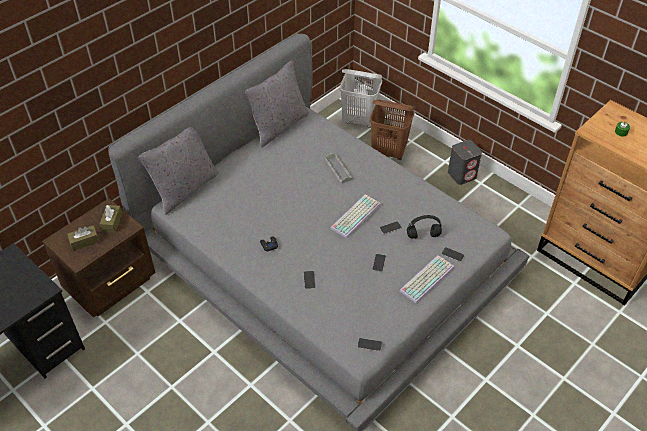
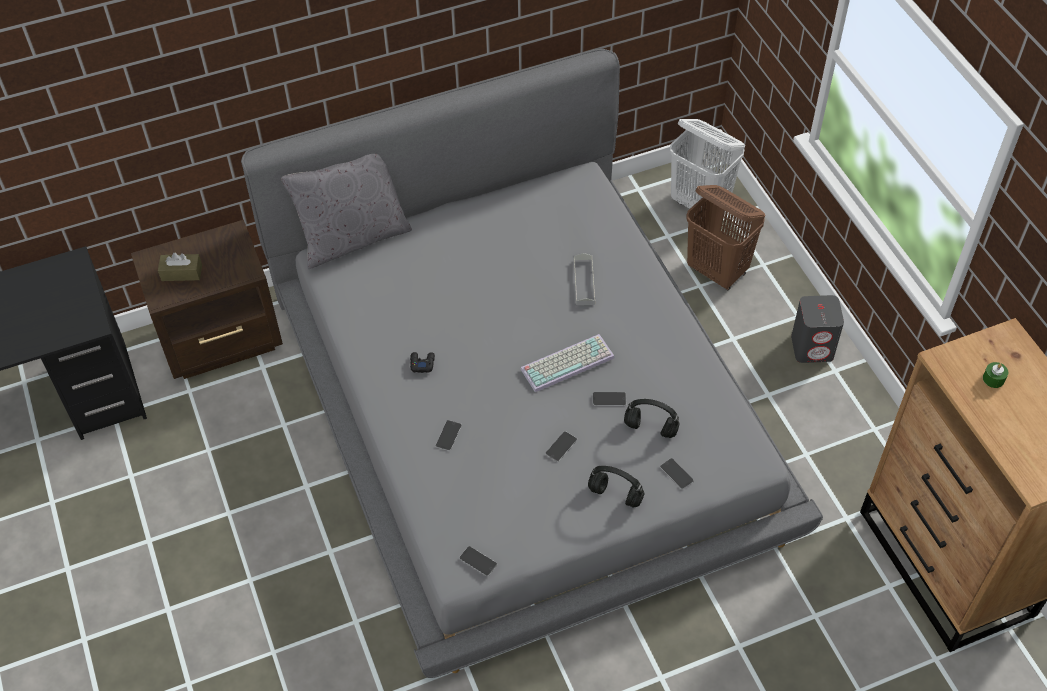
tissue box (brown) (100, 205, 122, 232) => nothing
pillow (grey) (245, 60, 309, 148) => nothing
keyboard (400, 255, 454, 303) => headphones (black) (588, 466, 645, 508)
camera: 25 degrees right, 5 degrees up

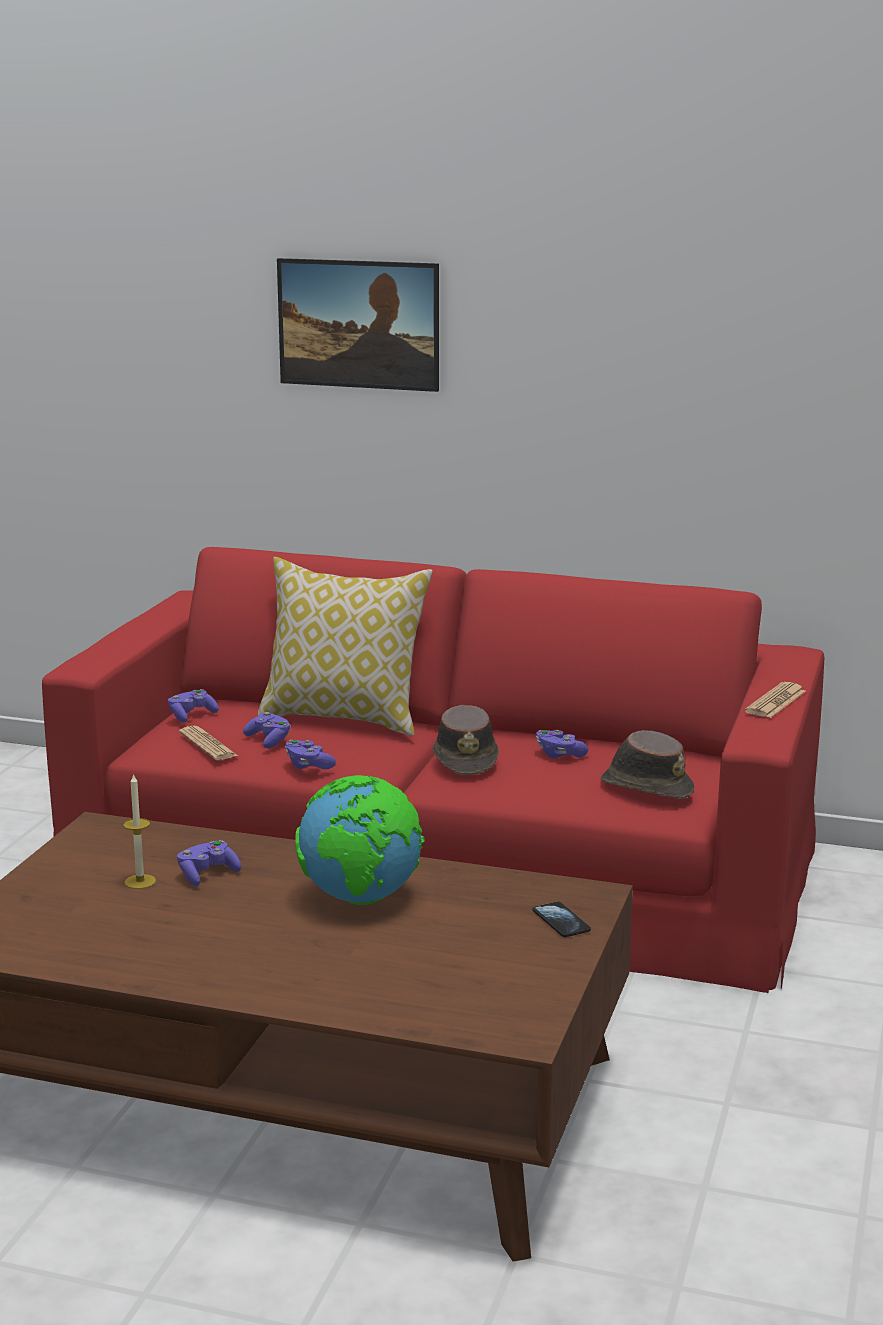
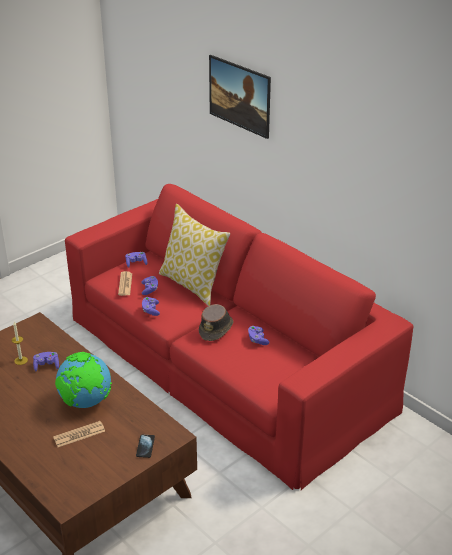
hat (brown) (600, 730, 694, 799) => nothing
newspaper (745, 682, 806, 718) => newspaper (53, 421, 105, 447), relocated
camera: 30 degrees right, 15 degrees up

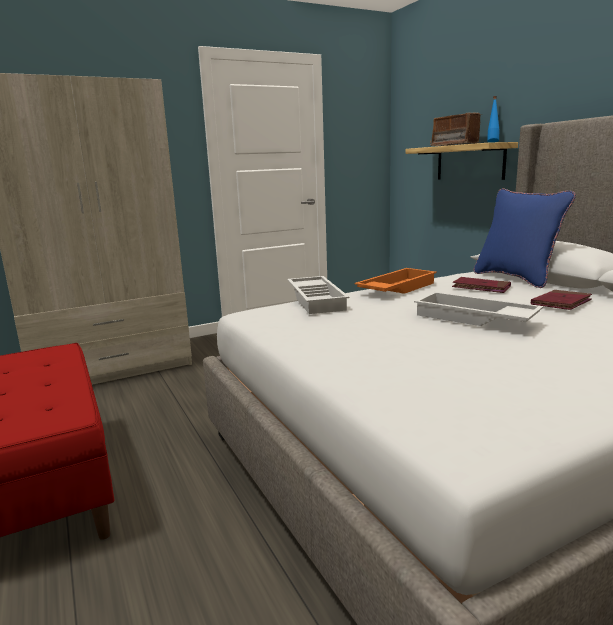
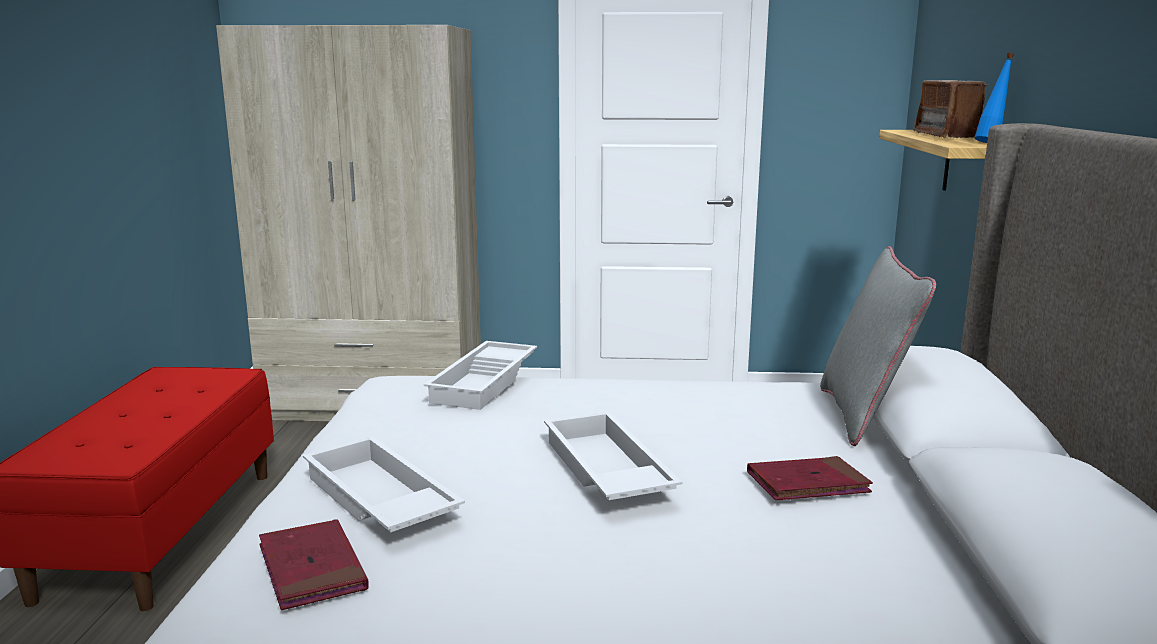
tray (orange) (354, 268, 437, 294) => nothing
nothing => tray (white) (303, 436, 465, 532)
book (red) (452, 277, 511, 293) => book (red) (259, 520, 369, 610), relocated
pillow (blue) (474, 188, 576, 288) => pillow (grey) (820, 246, 936, 446)
camera: 30 degrees right, 0 degrees up

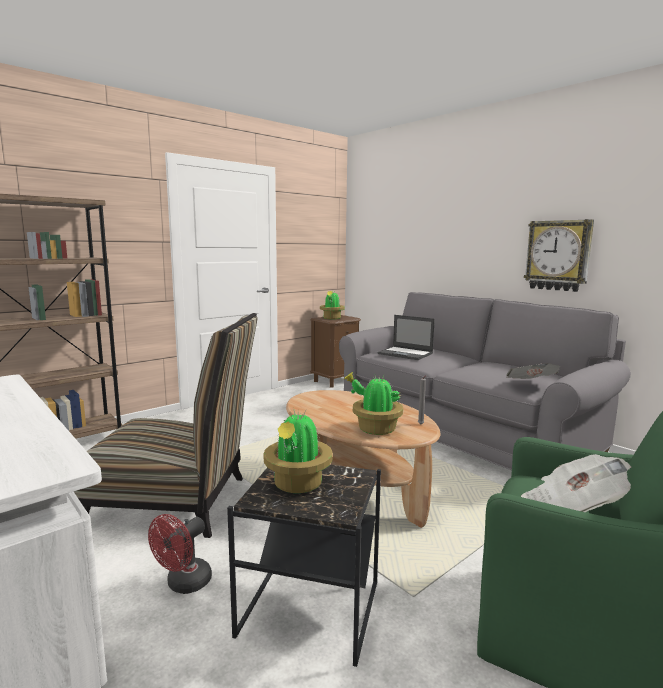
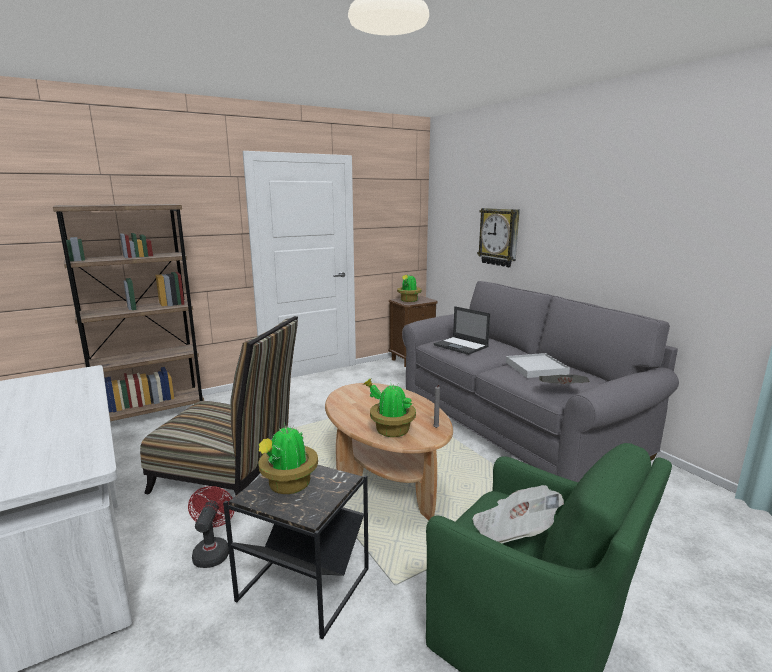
nothing => tray (white) (506, 353, 570, 378)
wall clock (524, 219, 594, 292) => wall clock (477, 208, 520, 267), relocated
fan (red) (148, 514, 212, 594) => fan (red) (188, 486, 234, 568), 135 degrees clockwise
camera: 10 degrees right, 5 degrees up

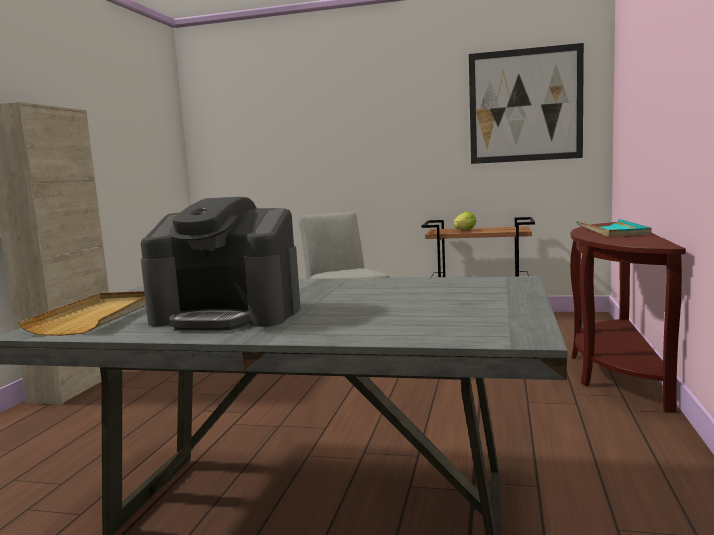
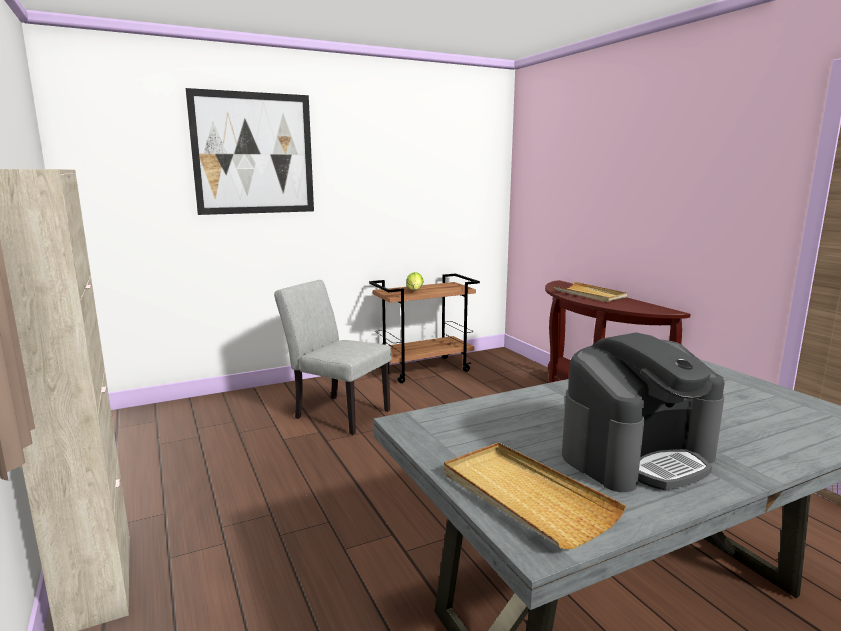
picture (469, 43, 584, 164) => picture (186, 88, 314, 215), relocated
tray (turquoise) (576, 219, 651, 237) => tray (beige) (553, 282, 627, 302)
camera: 40 degrees left, 5 degrees up

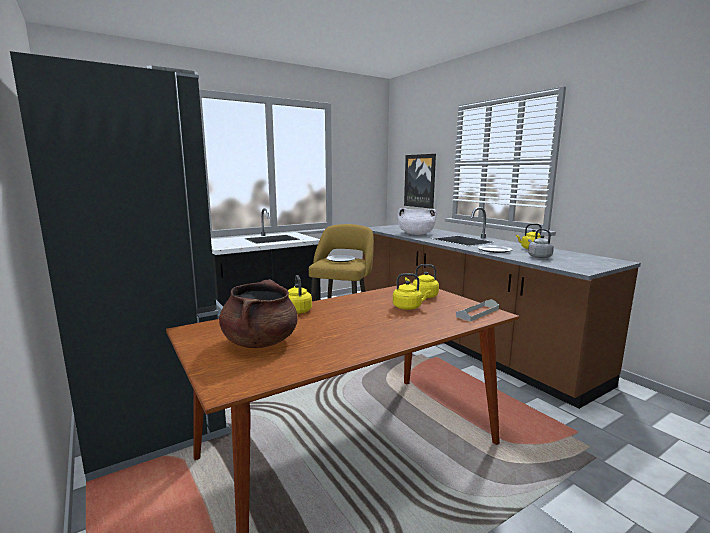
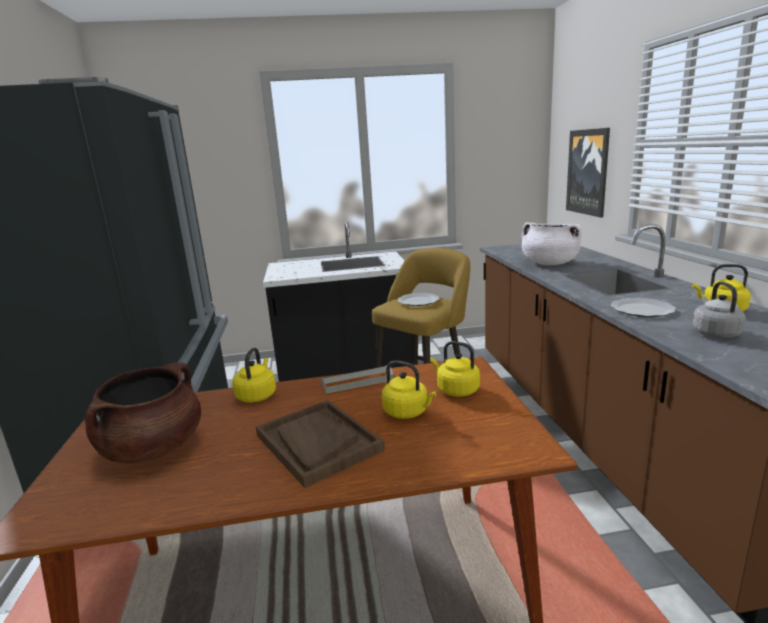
nothing => tray (brown) (256, 400, 385, 488)
tray (grey) (456, 299, 499, 322) => tray (grey) (321, 365, 394, 394), relocated
camera: 25 degrees right, 5 degrees up

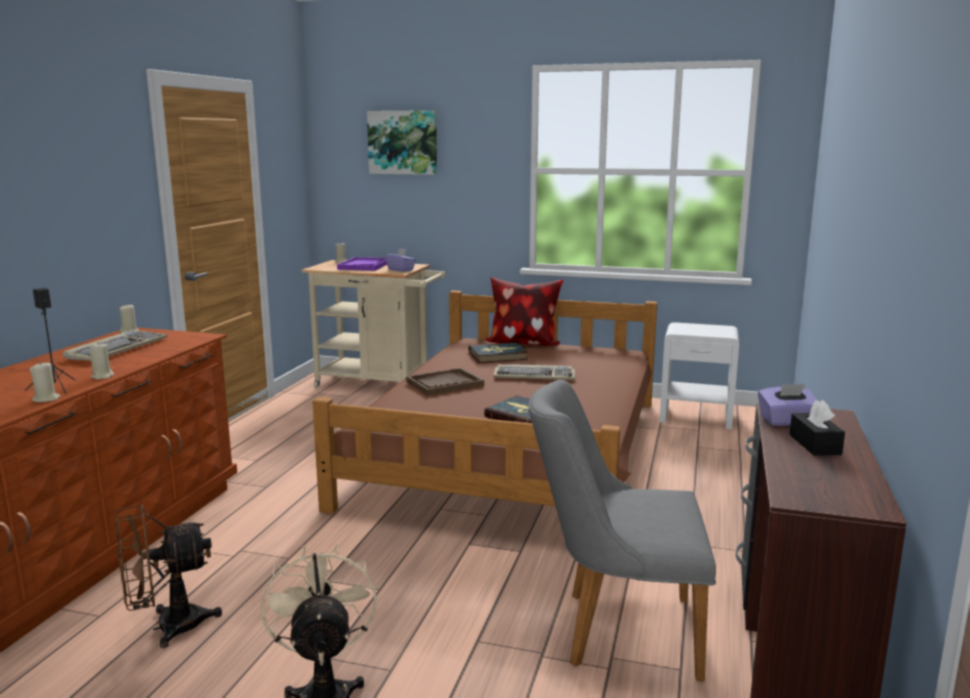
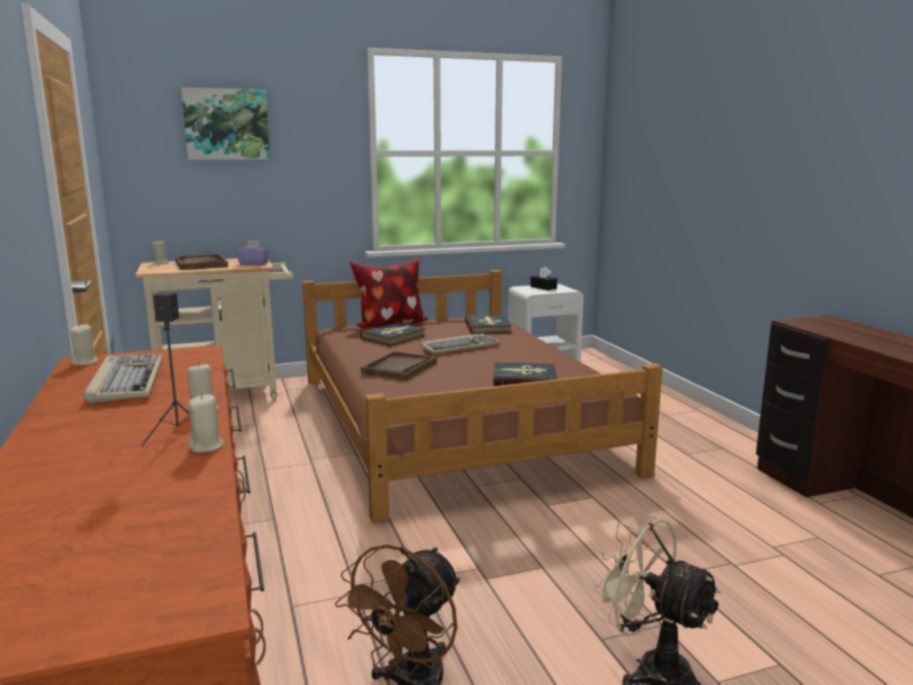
chair (grey) (529, 380, 716, 682) => nothing
tissue box (purple) (758, 384, 818, 426) => nothing
nothing => book (465, 315, 512, 334)
tissue box (black) (790, 400, 845, 455) => tissue box (black) (531, 267, 557, 290), relocated
tray (purple) (337, 257, 387, 271) => tray (brown) (175, 254, 228, 270)
camera: 35 degrees left, 0 degrees up

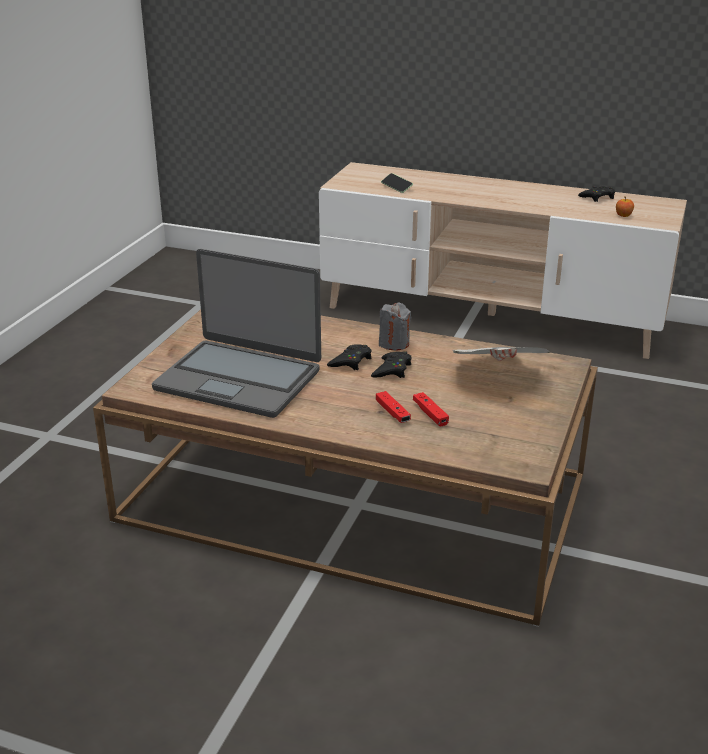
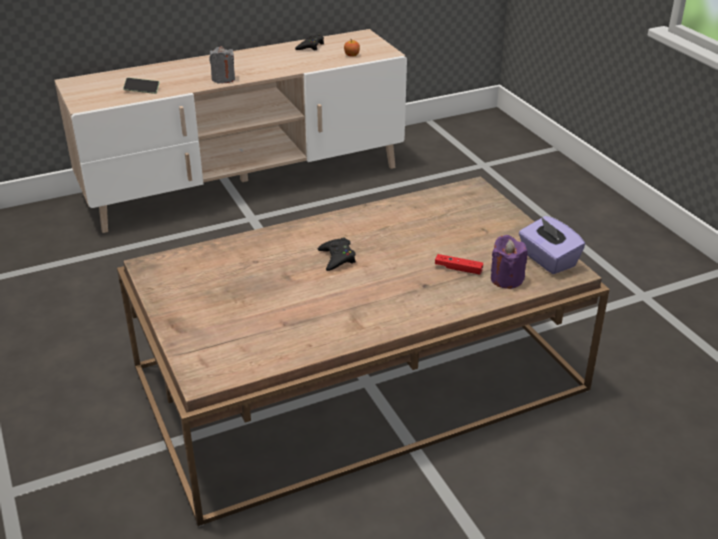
laptop (152, 249, 321, 418) => nothing
game controller (black) (371, 351, 412, 378) => nothing
game controller (red) (376, 391, 411, 423) => nothing
newspaper (453, 347, 551, 361) => nothing
nothing => candle (purple) (491, 235, 528, 289)
nothing => tissue box (purple) (519, 216, 585, 274)
candle (grey) (379, 303, 411, 350) => candle (grey) (209, 46, 235, 83), relocated
camera: 45 degrees left, 5 degrees up

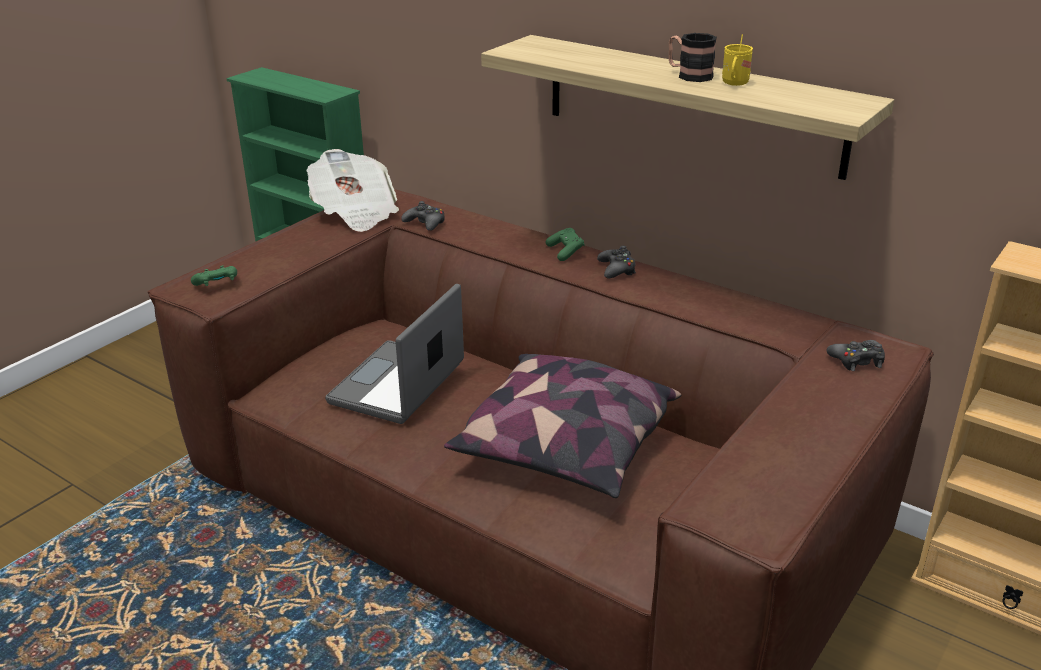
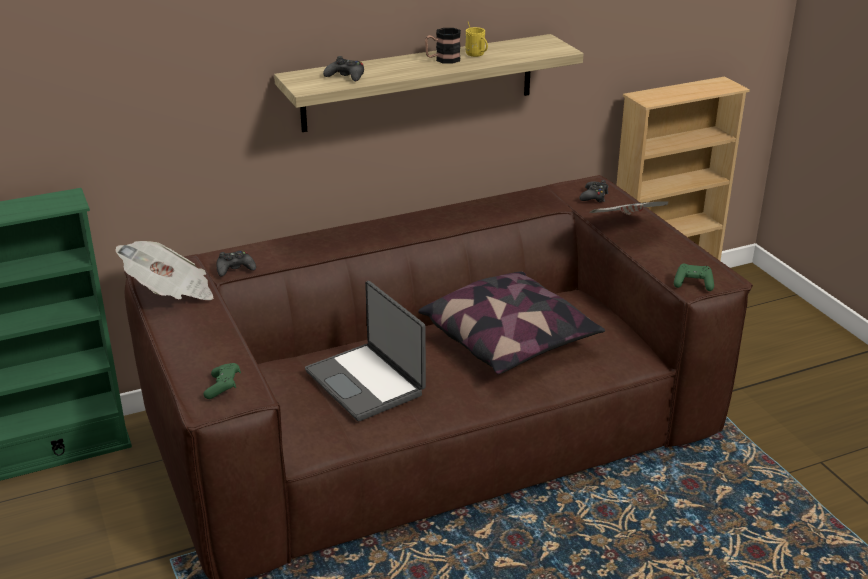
nothing => newspaper (590, 201, 668, 215)
game controller (green) (546, 228, 585, 261) => game controller (green) (674, 264, 714, 291), relocated
game controller (black) (597, 246, 636, 278) => game controller (black) (323, 56, 364, 81), relocated
camera: 60 degrees left, 0 degrees up

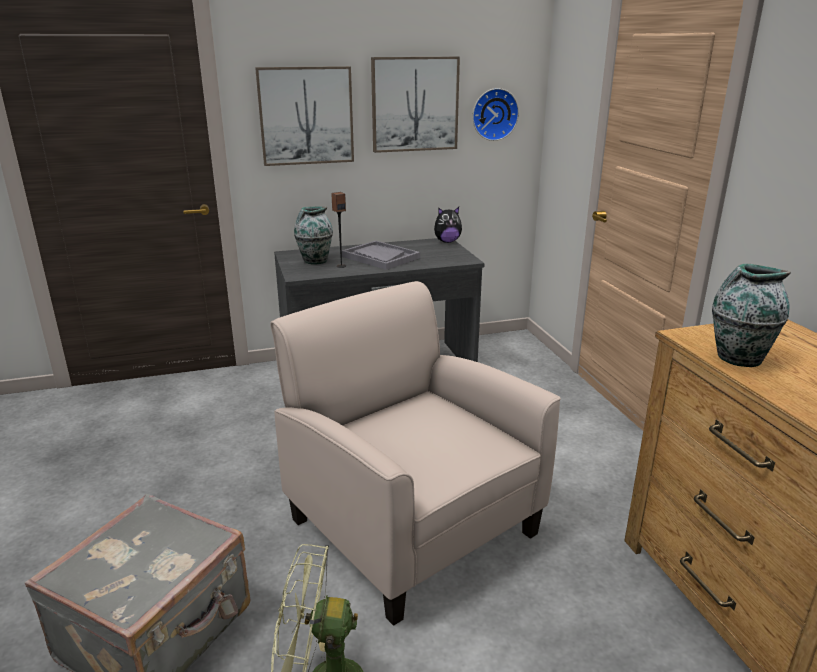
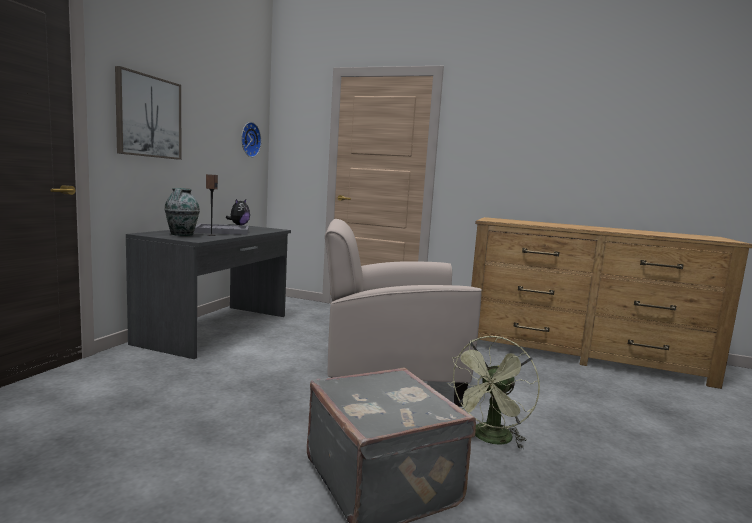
picture (371, 57, 460, 153) => nothing
vase (712, 264, 791, 367) => nothing
camera: 55 degrees left, 15 degrees down

